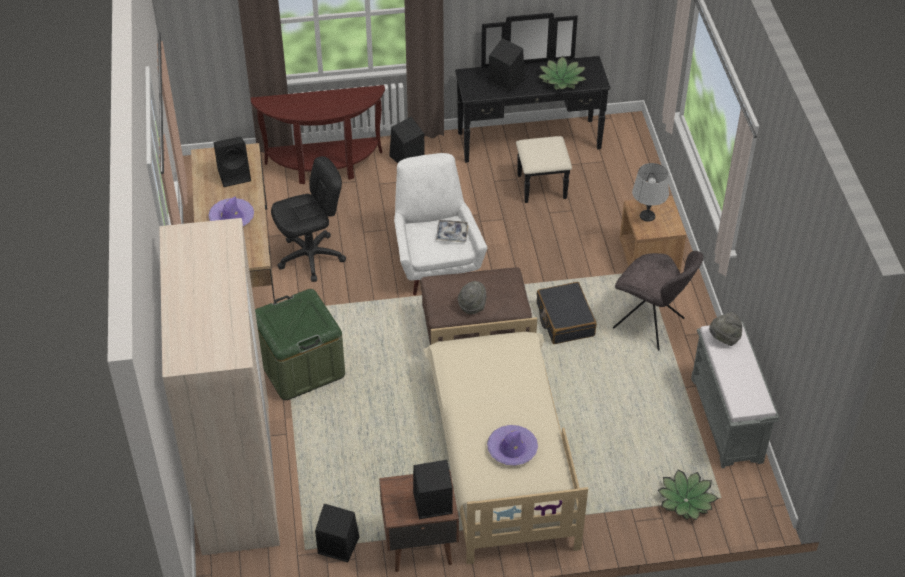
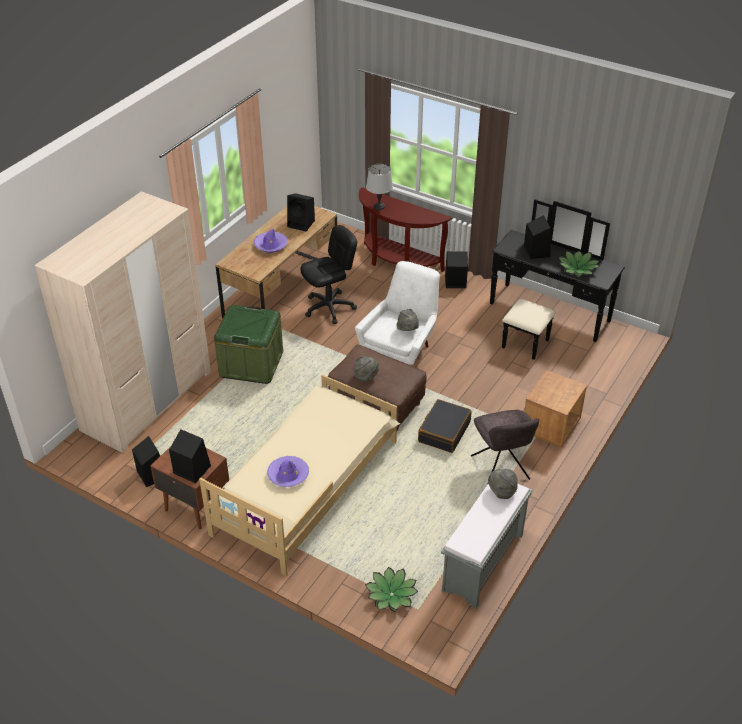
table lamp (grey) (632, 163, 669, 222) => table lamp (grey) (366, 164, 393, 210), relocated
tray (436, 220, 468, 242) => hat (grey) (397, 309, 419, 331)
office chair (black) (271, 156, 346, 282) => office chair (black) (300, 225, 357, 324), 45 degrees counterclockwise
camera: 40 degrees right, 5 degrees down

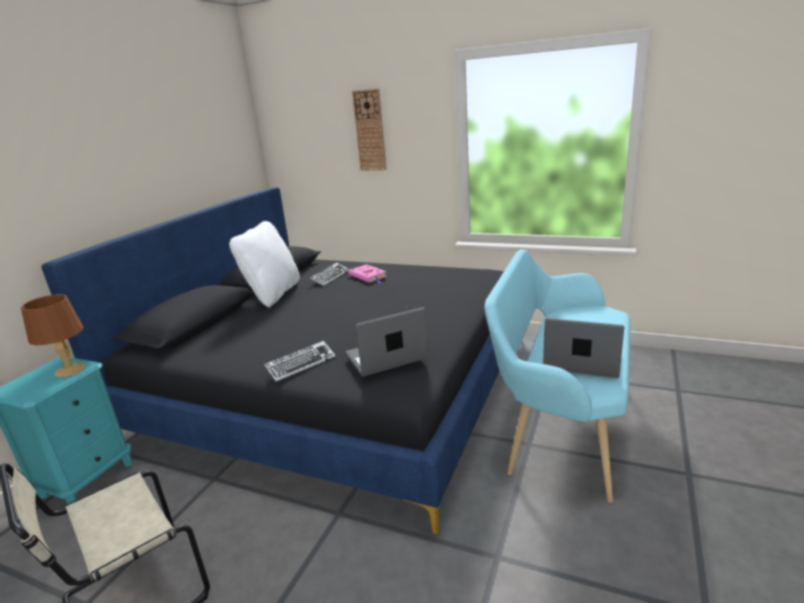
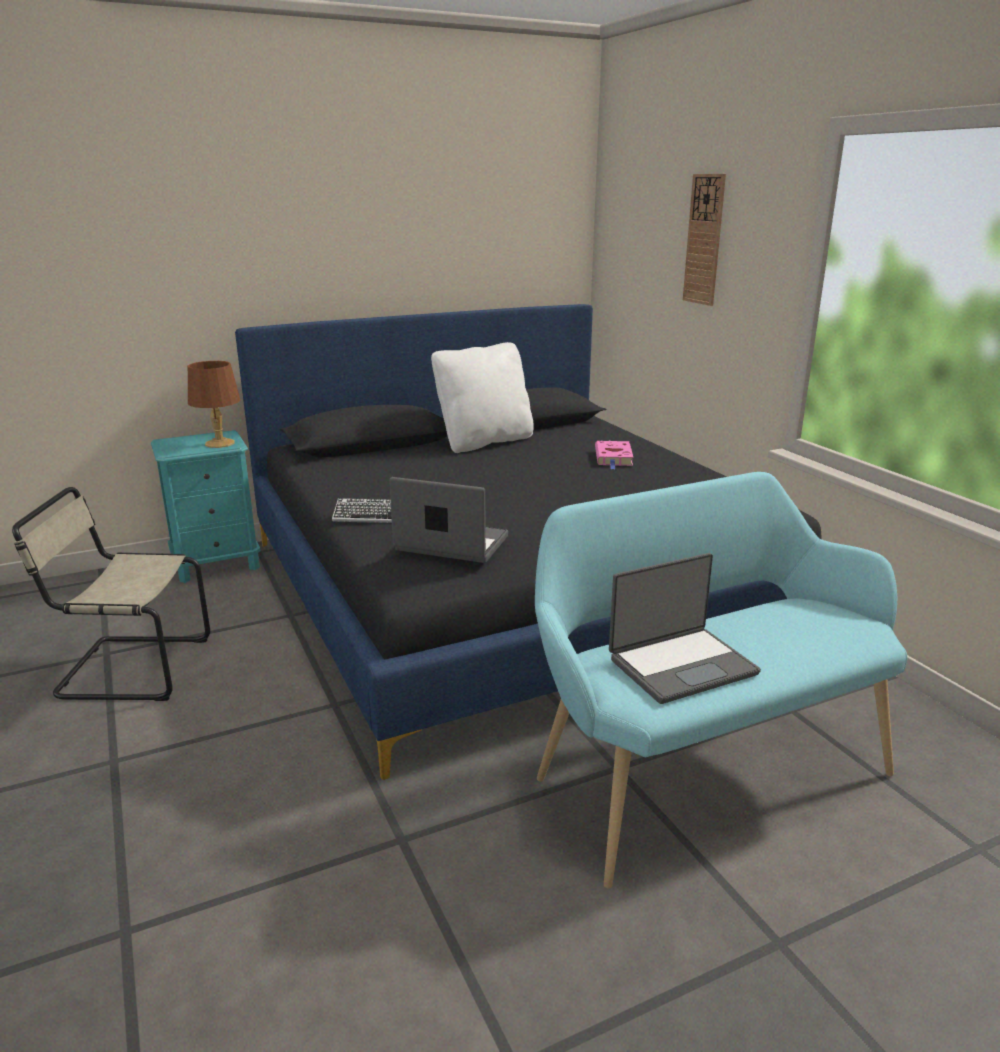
keyboard (310, 263, 349, 286) => nothing
laptop (543, 318, 624, 378) => laptop (609, 553, 761, 704), 90 degrees clockwise
camera: 40 degrees right, 0 degrees up

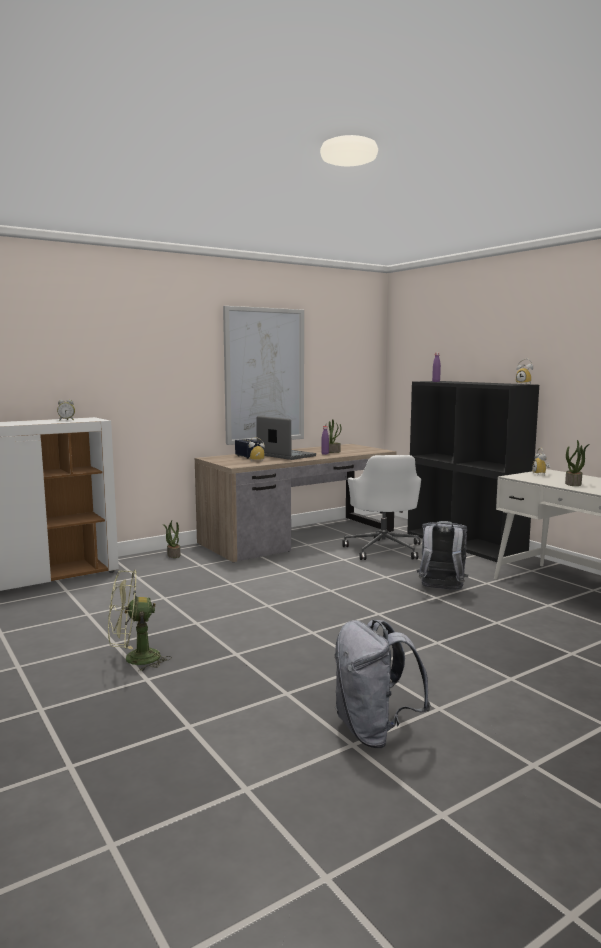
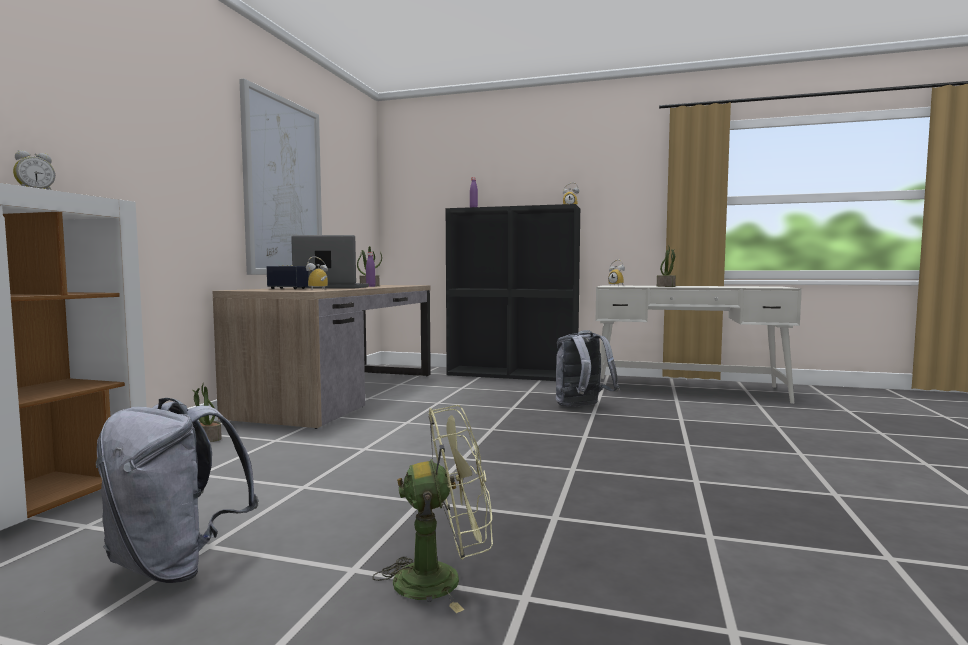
office chair (white) (342, 455, 421, 560) => nothing
backpack (grey) (334, 620, 431, 748) => backpack (grey) (96, 398, 259, 583), relocated
fan (green) (108, 570, 172, 672) => fan (green) (373, 405, 493, 613), 135 degrees counterclockwise
camera: 40 degrees left, 5 degrees down

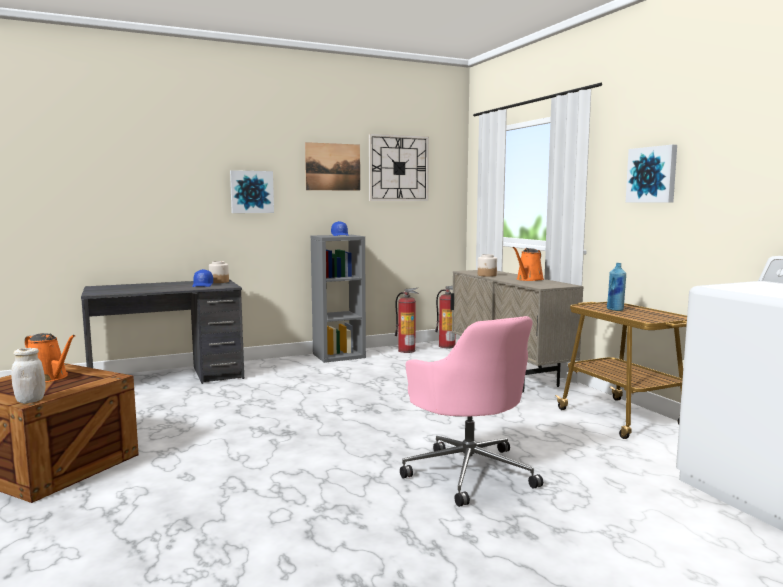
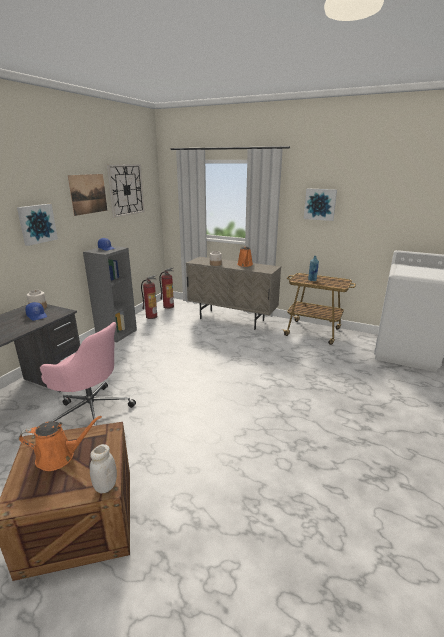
office chair (pink) (400, 316, 543, 507) => office chair (pink) (40, 322, 136, 426), relocated
camera: 40 degrees left, 15 degrees up

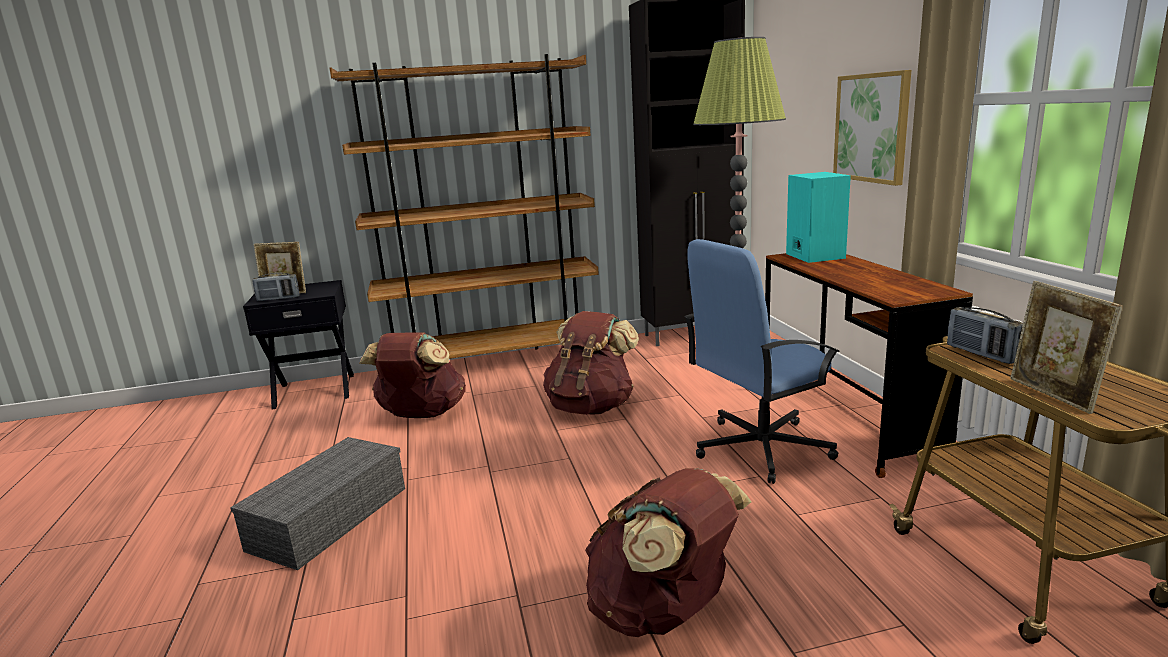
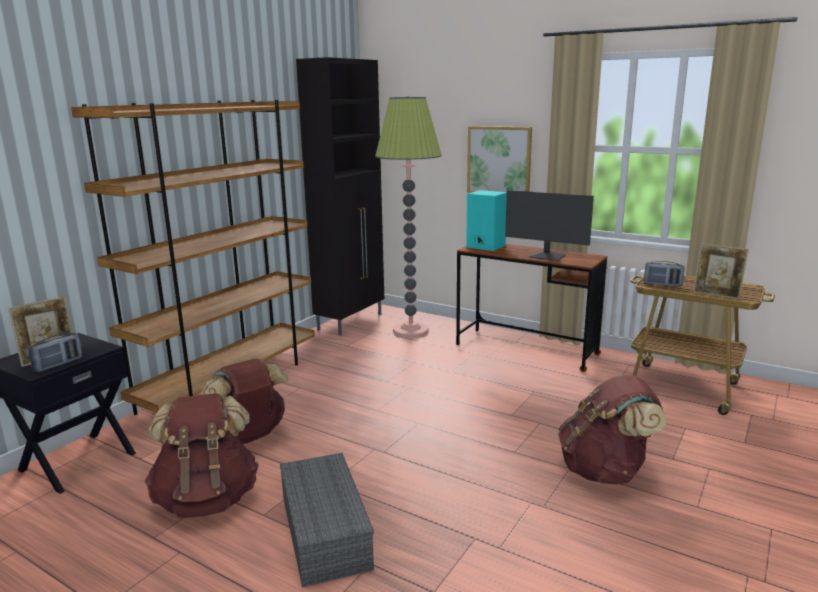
office chair (blue) (684, 239, 840, 484) => nothing
nothing => monitor (505, 190, 594, 261)
backpack (brown) (543, 311, 639, 415) => backpack (brown) (145, 393, 259, 518), relocated
camera: 45 degrees left, 0 degrees up

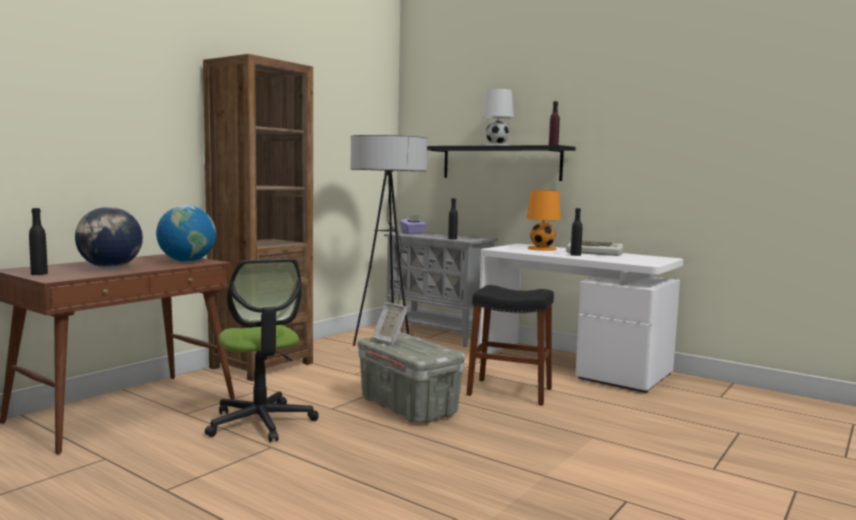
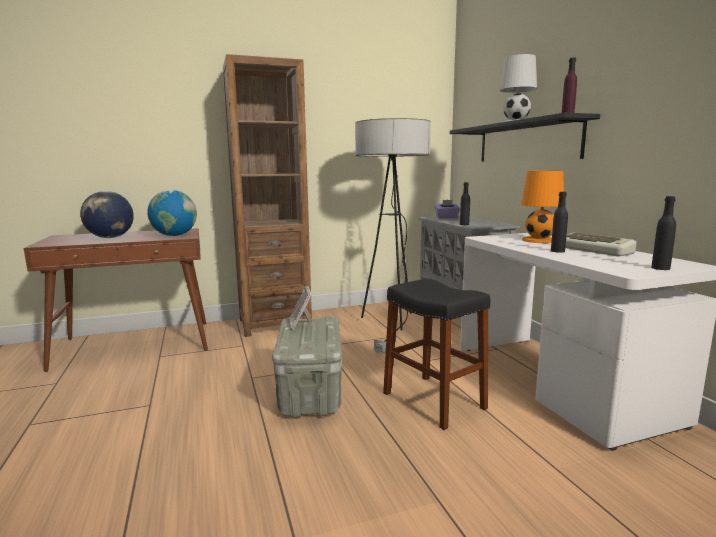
office chair (205, 258, 319, 442) => nothing
bottle (black) (29, 208, 48, 275) => bottle (black) (651, 196, 676, 270), relocated
camera: 35 degrees right, 5 degrees up

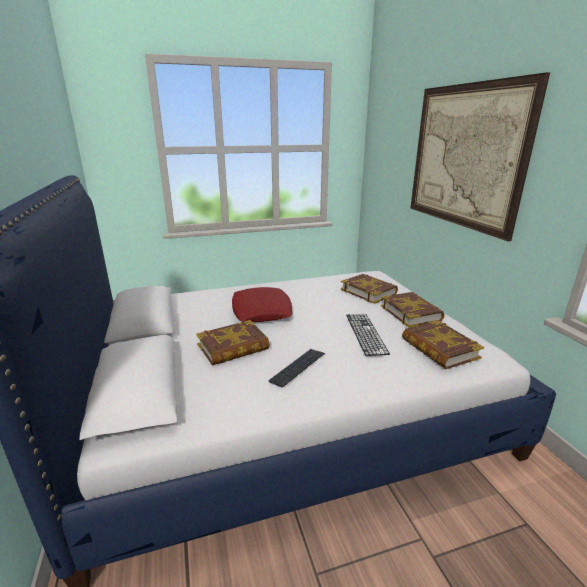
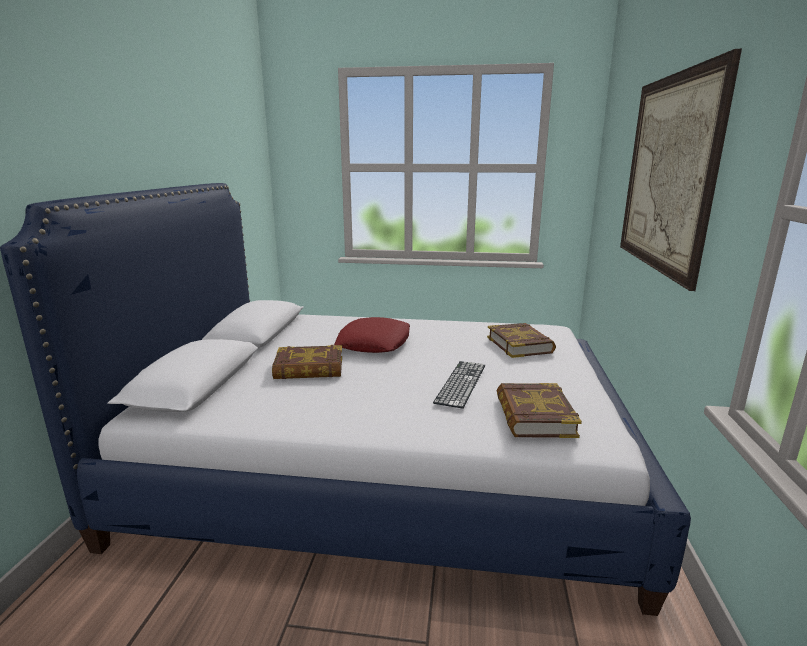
keyboard (268, 349, 325, 387) => nothing
book (381, 292, 445, 328) => nothing
camera: 25 degrees right, 5 degrees down

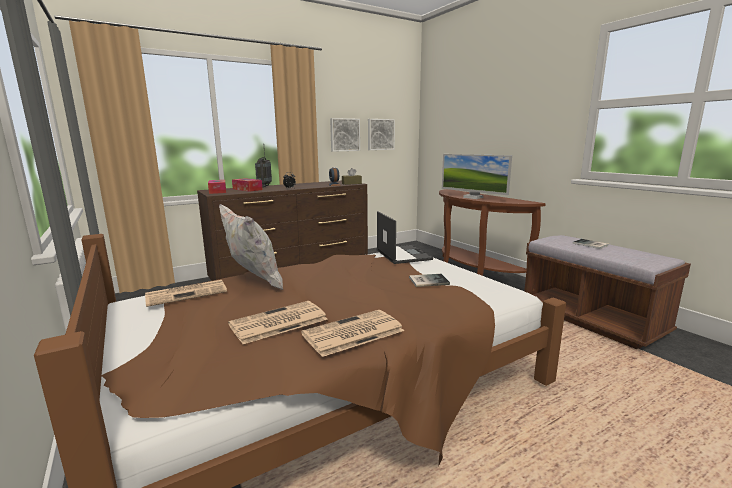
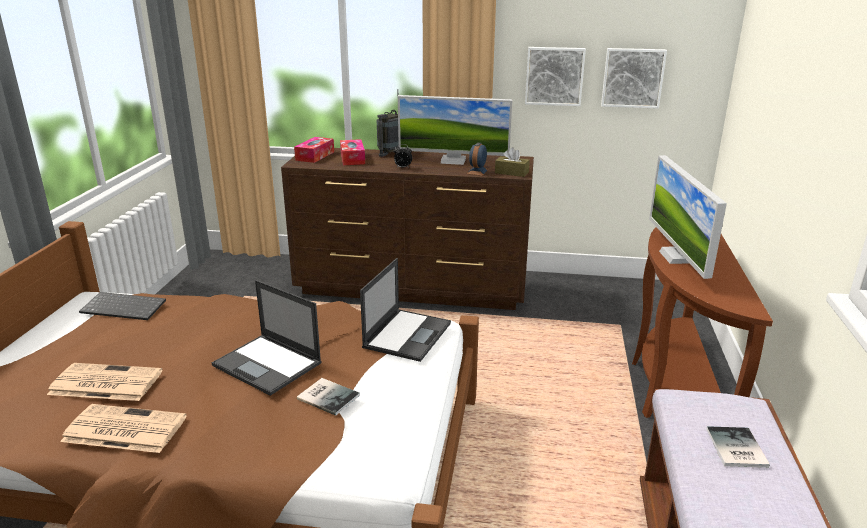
pillow (white) (219, 204, 283, 290) => nothing
nothing => laptop (212, 280, 322, 396)
nothing => monitor (398, 95, 512, 165)
newspaper (145, 280, 227, 307) => keyboard (79, 292, 166, 320)
camera: 40 degrees right, 10 degrees up

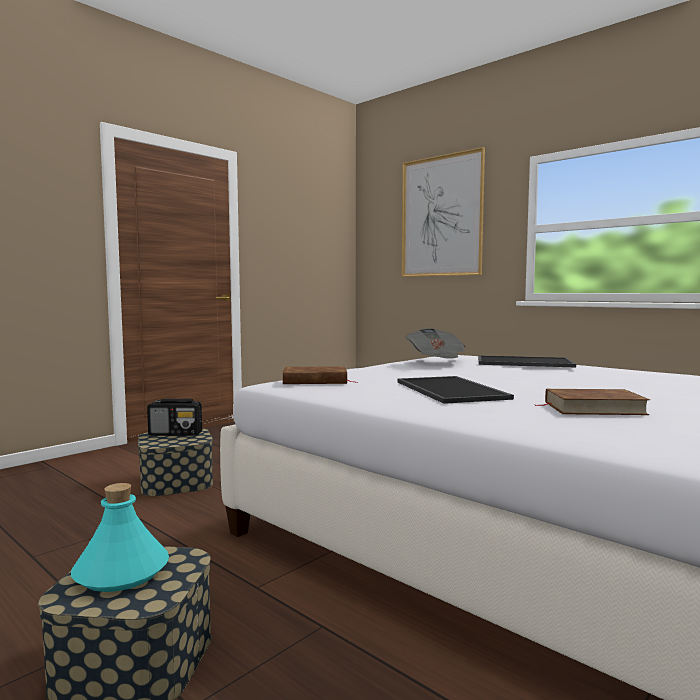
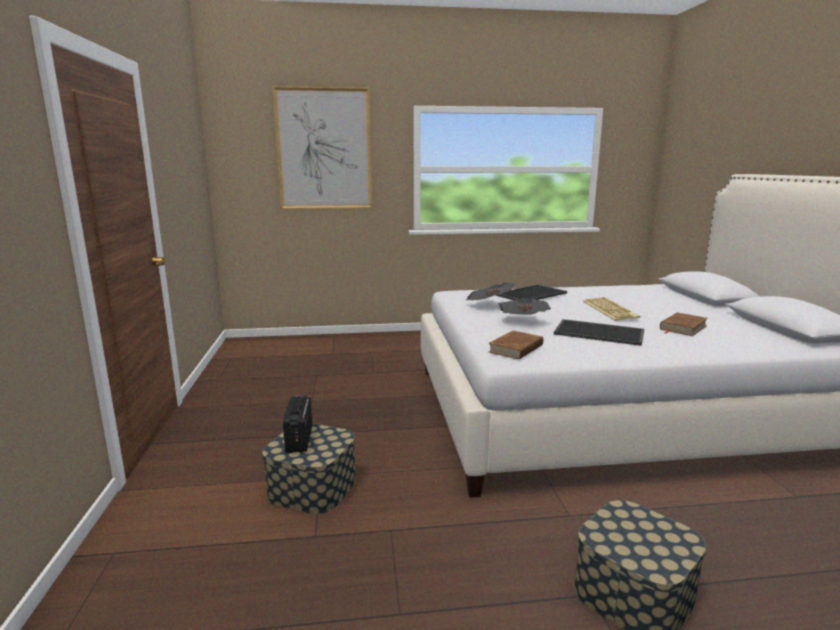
bottle (turquoise) (71, 483, 169, 592) => nothing
nothing => newspaper (498, 298, 551, 315)
nothing => keyboard (583, 297, 641, 321)
radio (147, 399, 202, 436) => radio (283, 396, 312, 453), 135 degrees clockwise
camera: 50 degrees left, 10 degrees up

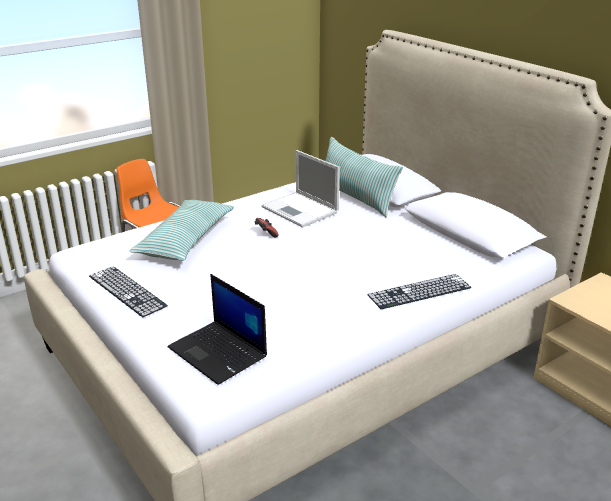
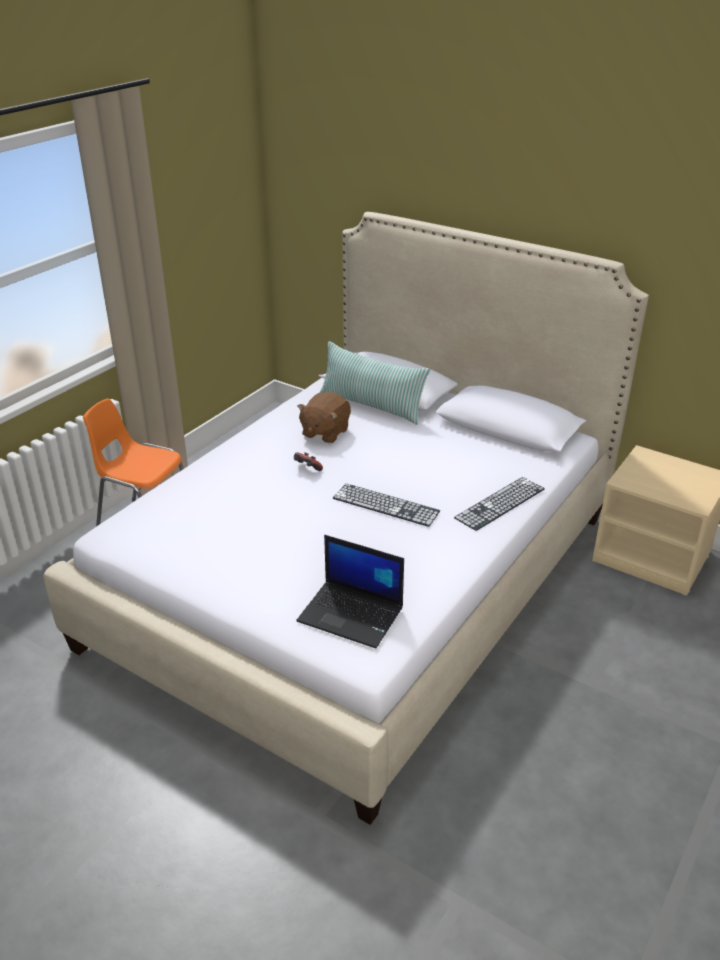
pillow (129, 200, 234, 261) => nothing
keyboard (89, 266, 168, 317) => keyboard (333, 484, 440, 527), relocated
laptop (261, 150, 340, 228) => plush toy (brown) (297, 392, 351, 443)
camera: 20 degrees left, 5 degrees up

